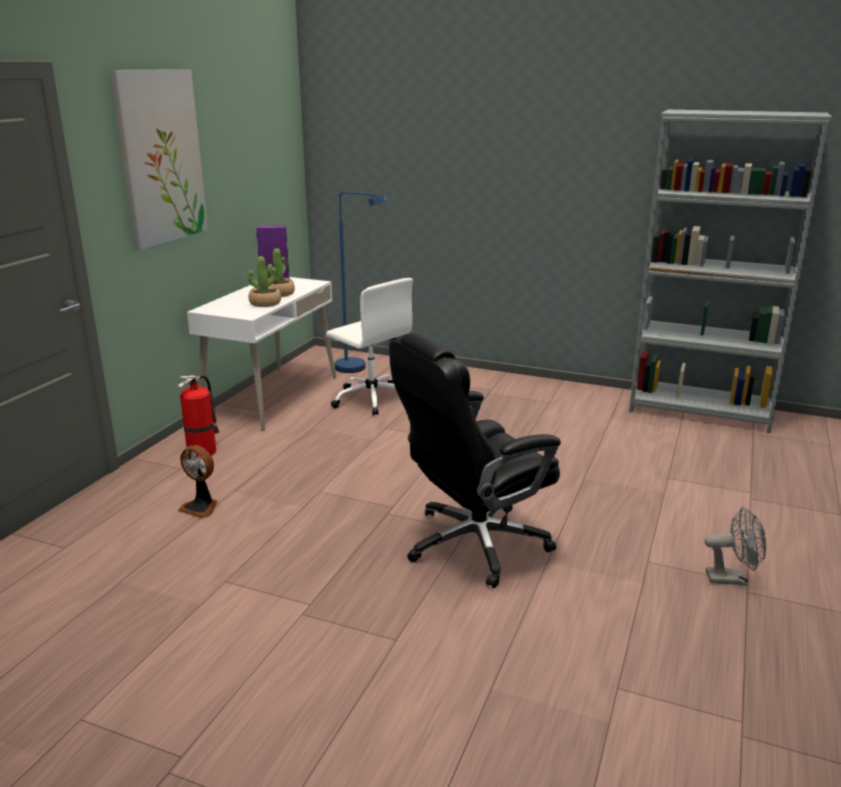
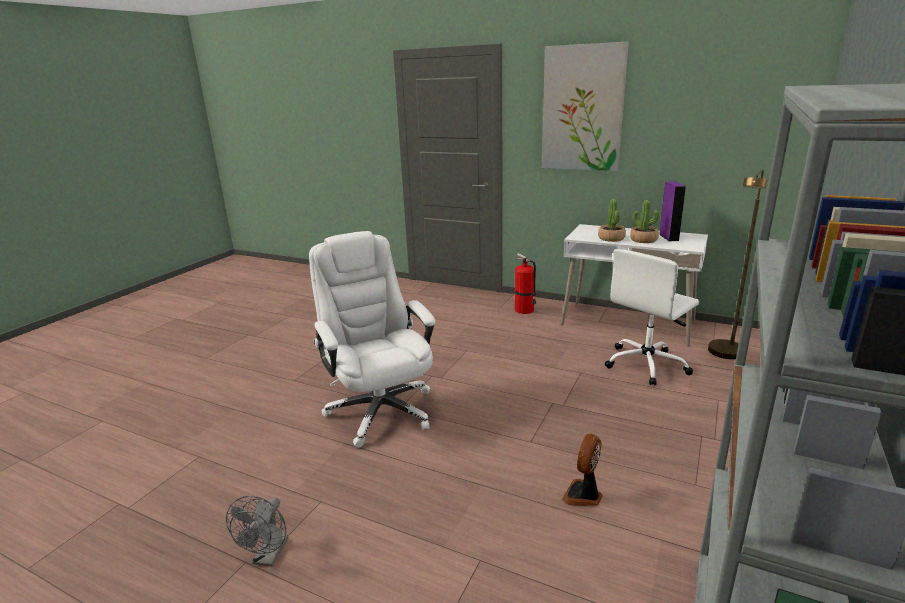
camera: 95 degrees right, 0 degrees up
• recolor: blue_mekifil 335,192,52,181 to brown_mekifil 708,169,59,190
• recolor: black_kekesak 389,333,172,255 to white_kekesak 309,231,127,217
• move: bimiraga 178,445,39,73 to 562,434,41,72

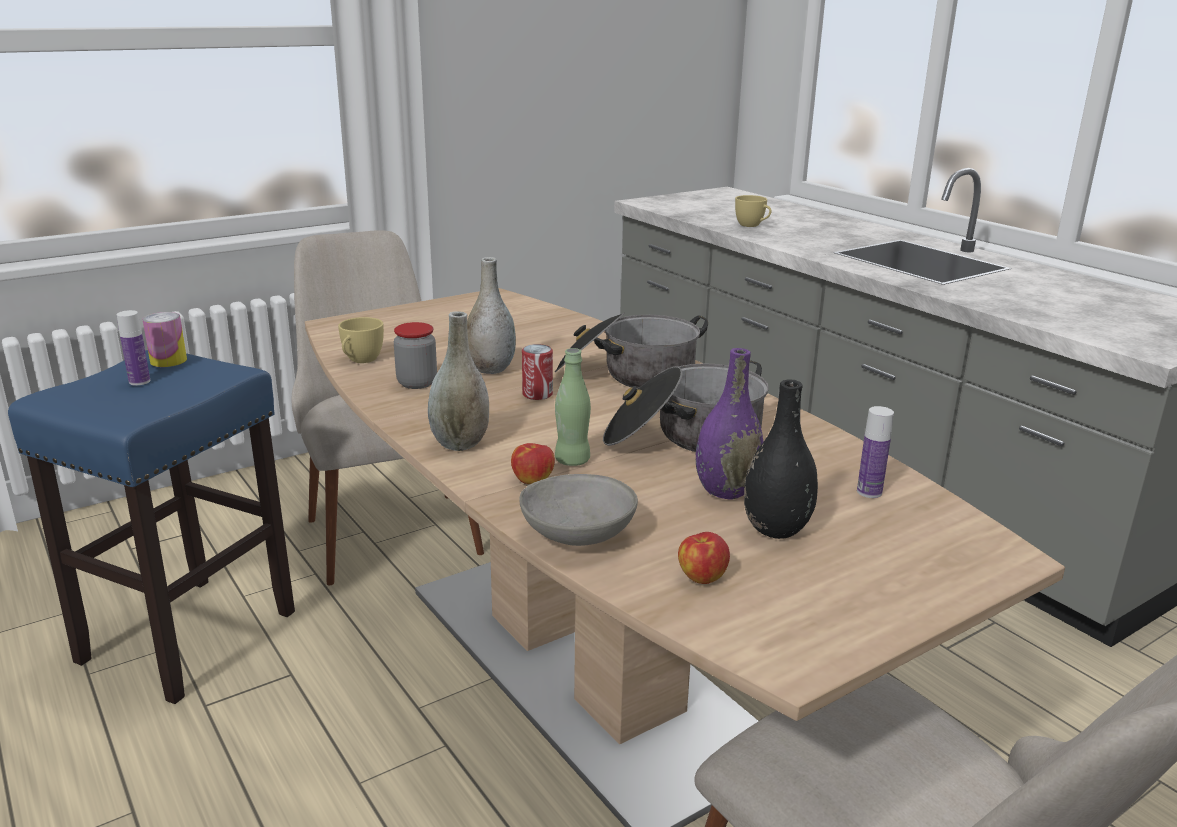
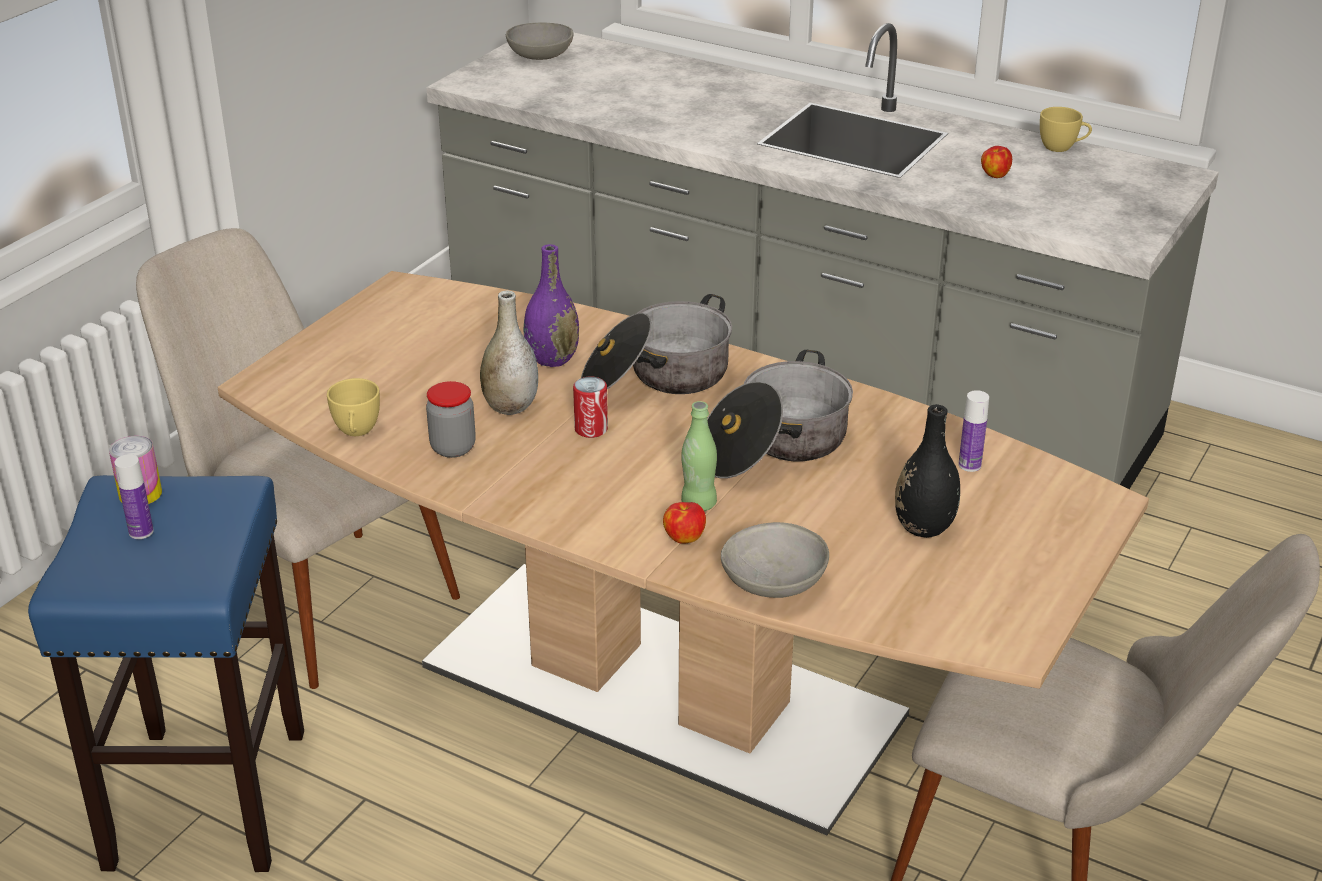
camera: 25 degrees left, 10 degrees up
• move: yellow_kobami 735,195,37,32 to 1040,107,52,45
• delete: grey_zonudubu 428,311,61,140
• move: purple_zonudubu 696,348,67,152 to 524,244,55,123
• move: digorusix 678,532,52,52 to 981,146,31,32
• insert: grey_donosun 506,23,68,37

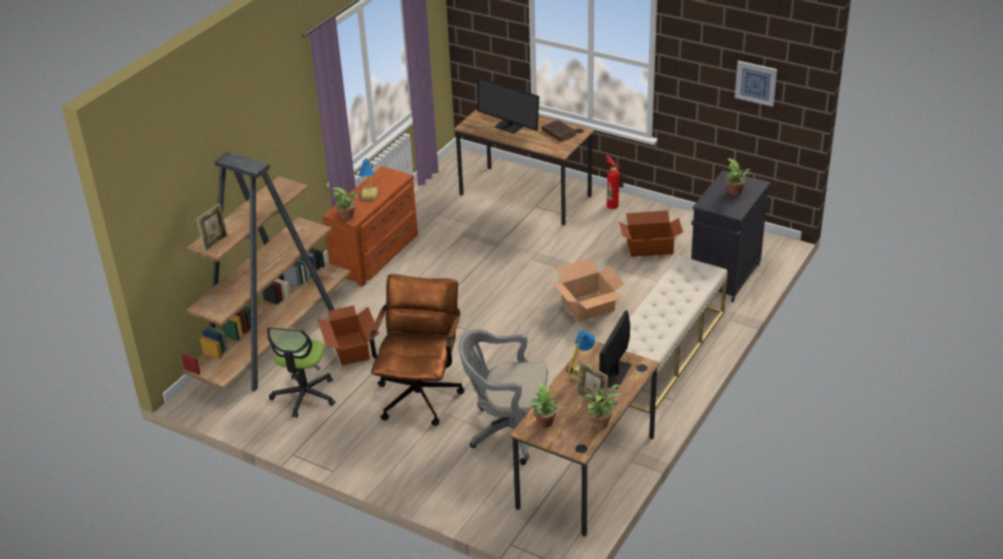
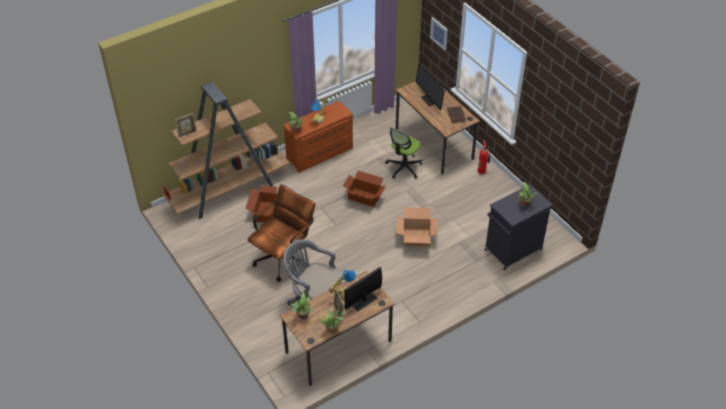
camera: 25 degrees right, 10 degrees up
• move: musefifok 735,61,42,46 to 430,17,18,33
• move: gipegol 619,211,64,46 to 343,171,43,36
• delete: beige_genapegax 626,255,101,159
• move: kekesak 267,327,69,91 to 385,128,37,51

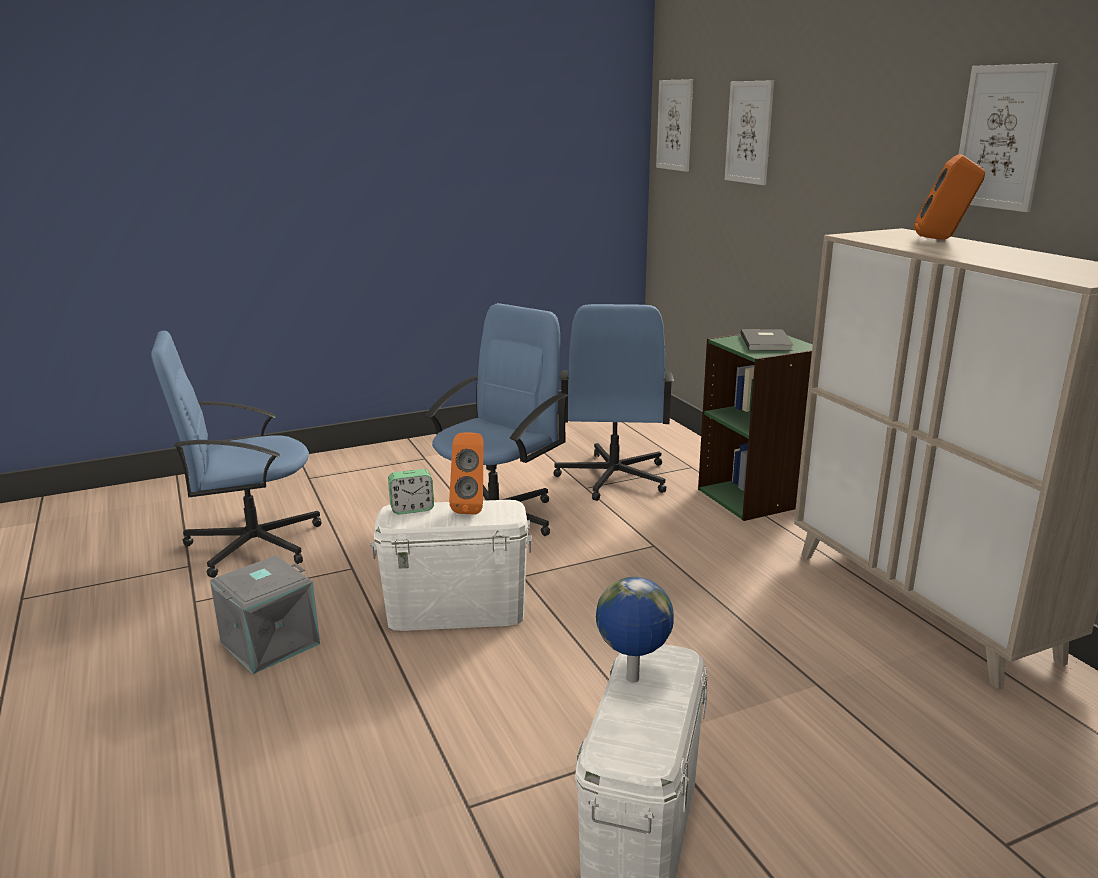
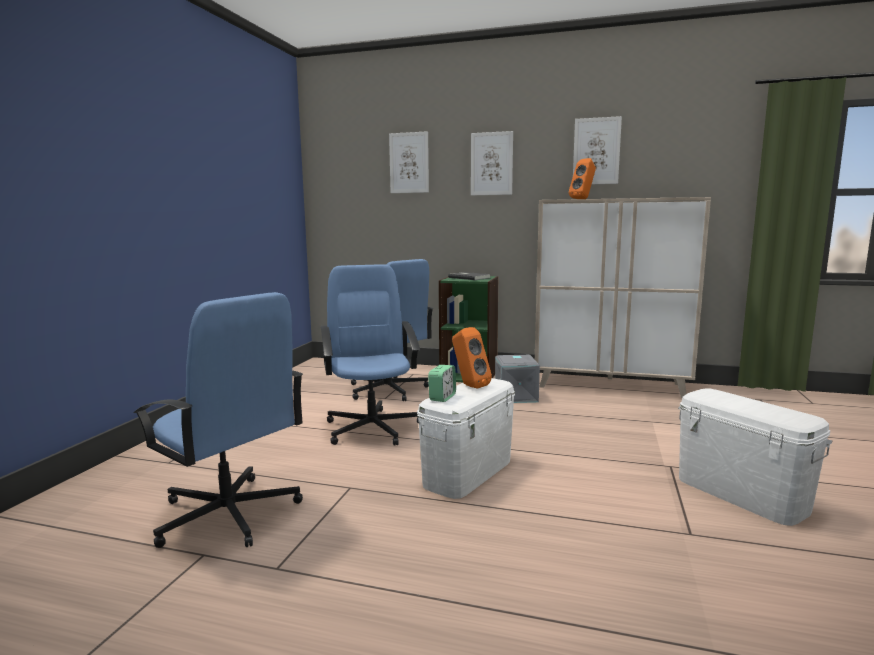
camera: 50 degrees left, 10 degrees down
• move: musefifok 656,79,37,93 to 471,131,42,64
• rotate: blue_kekesak 151,331,171,247 = 133,292,170,256 75 degrees counterclockwise
• move: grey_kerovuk 210,555,110,119 to 495,355,45,48
• delete: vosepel 596,577,78,106

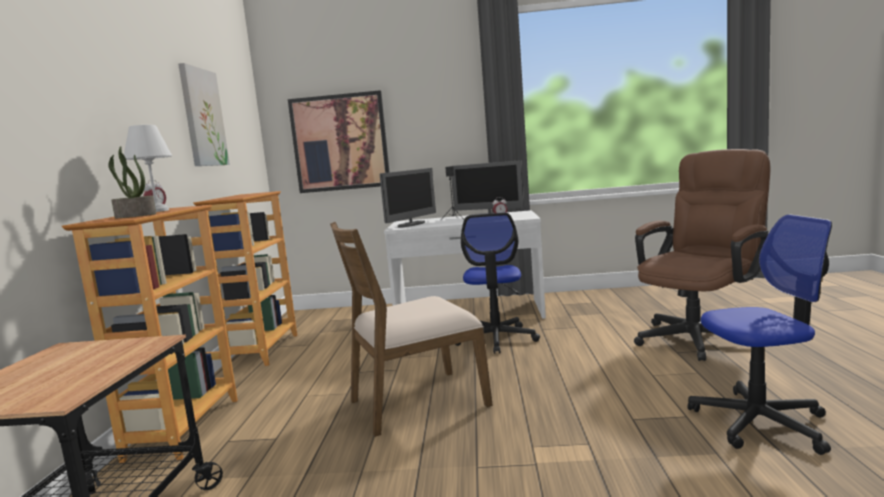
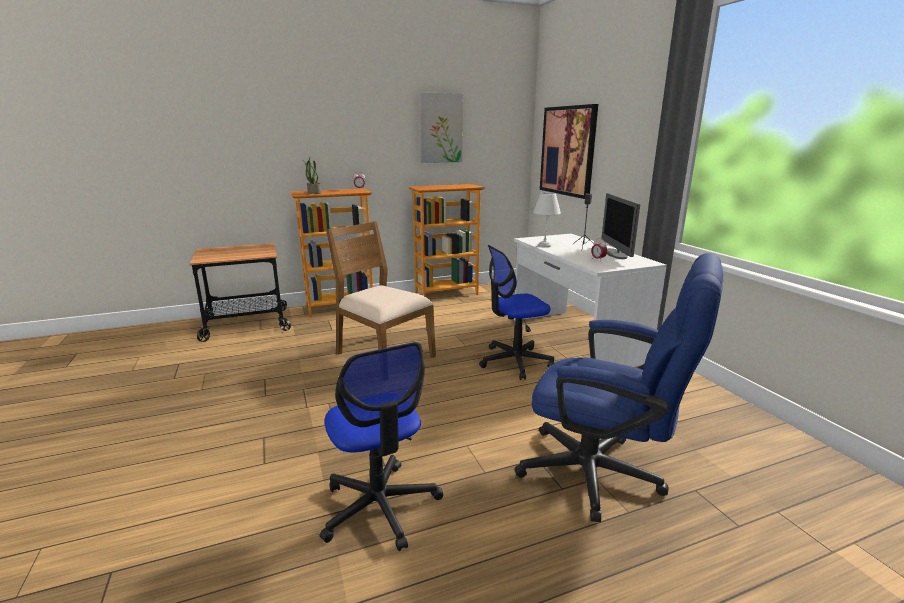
camera: 65 degrees right, 10 degrees up
• move: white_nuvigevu 124,125,48,87 to 533,192,28,56
• recolor: brown_kekesak 634,149,136,212 to blue_kekesak 515,253,209,270
• delete: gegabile 380,168,56,60

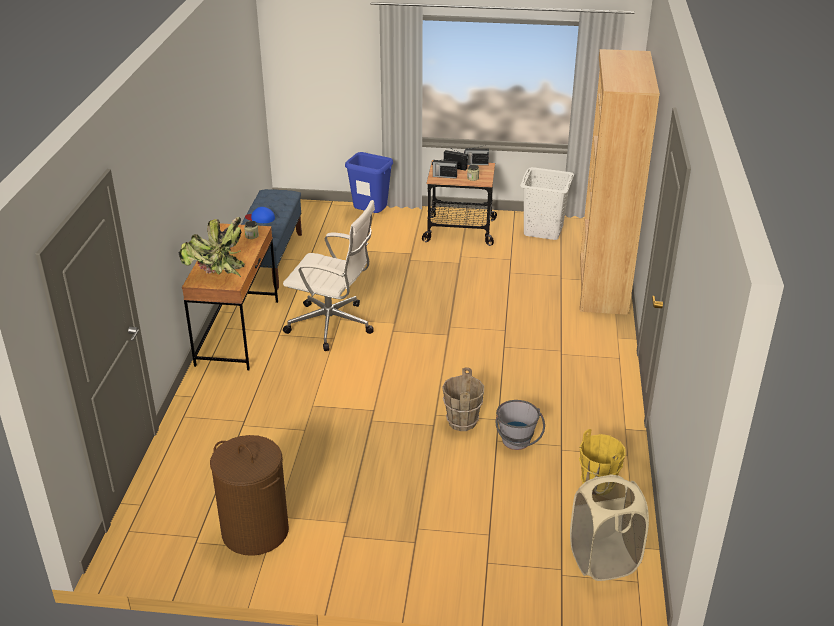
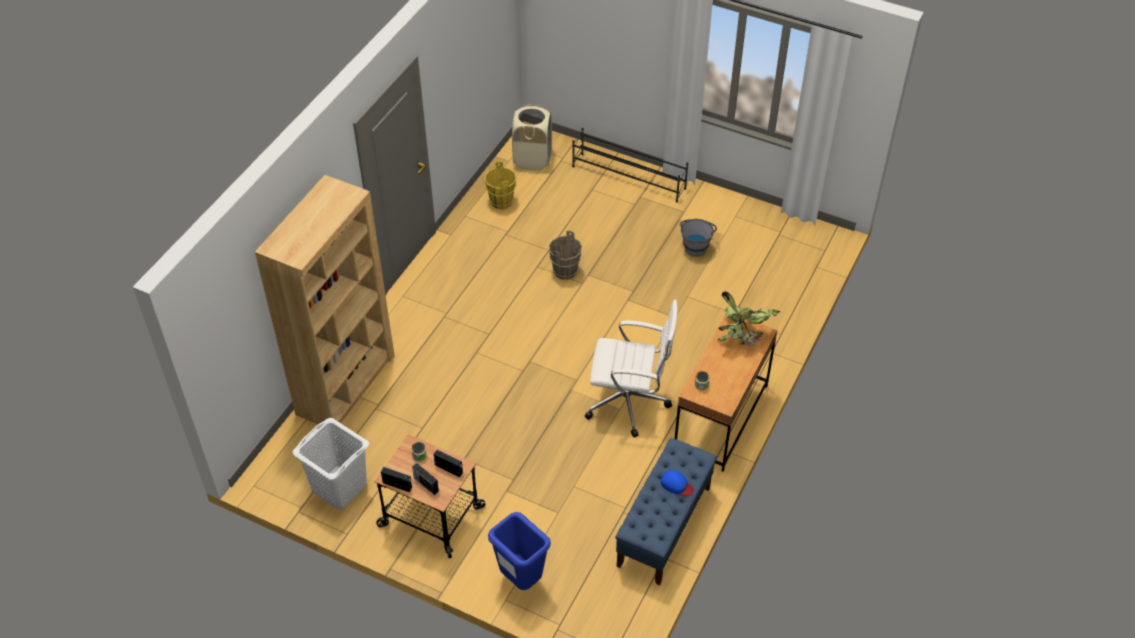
camera: 160 degrees left, 15 degrees up
• rotate: white_kekesak 283,200,92,151 = 585,300,93,138 150 degrees clockwise
• move: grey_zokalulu 496,400,49,50 to 680,219,37,38
• delete: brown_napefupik 210,435,79,121
• insert: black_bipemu 572,128,116,74

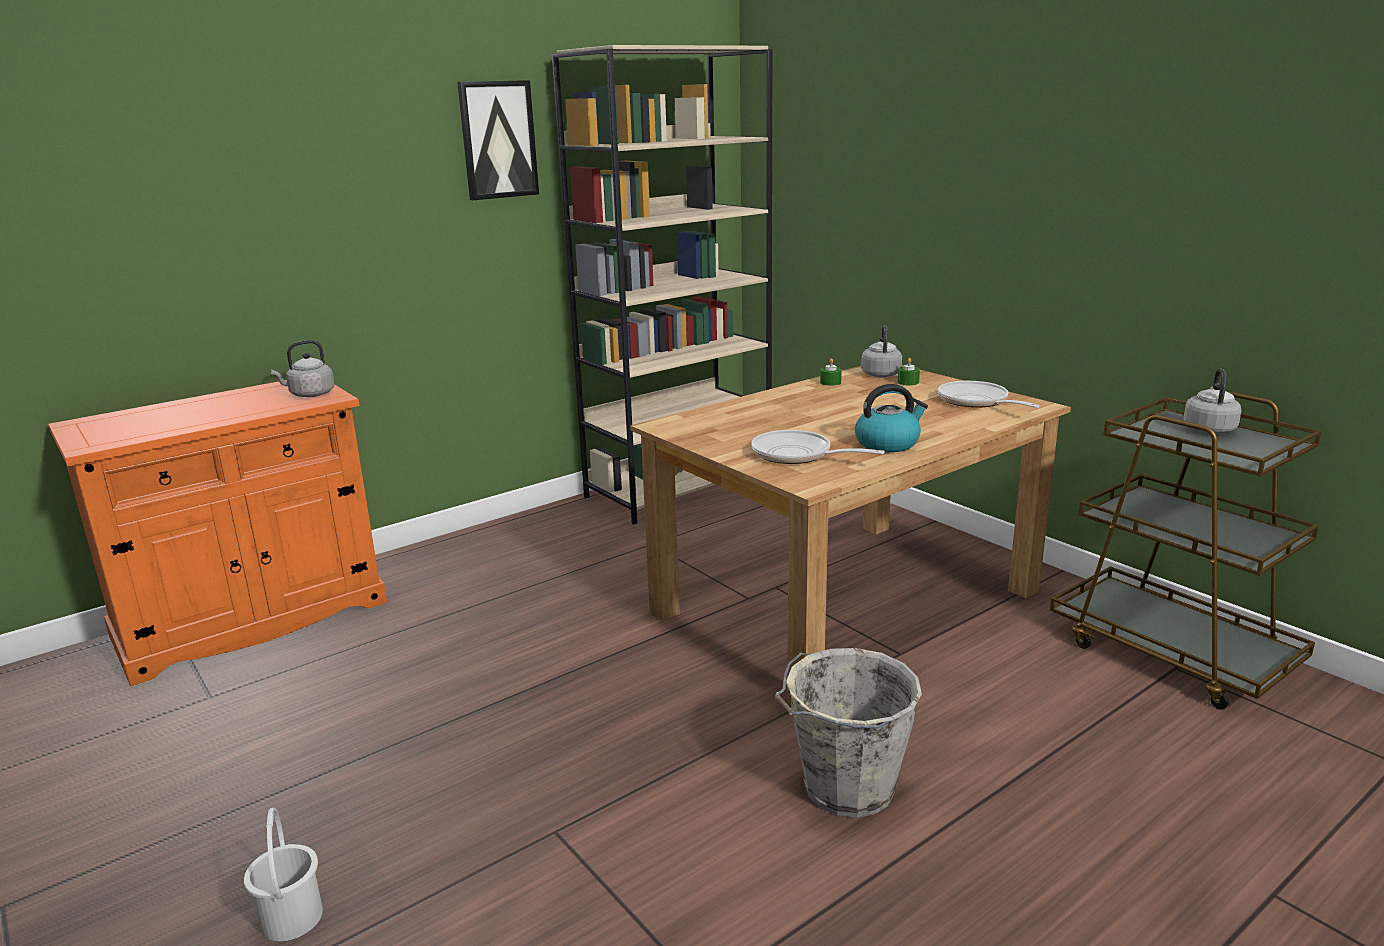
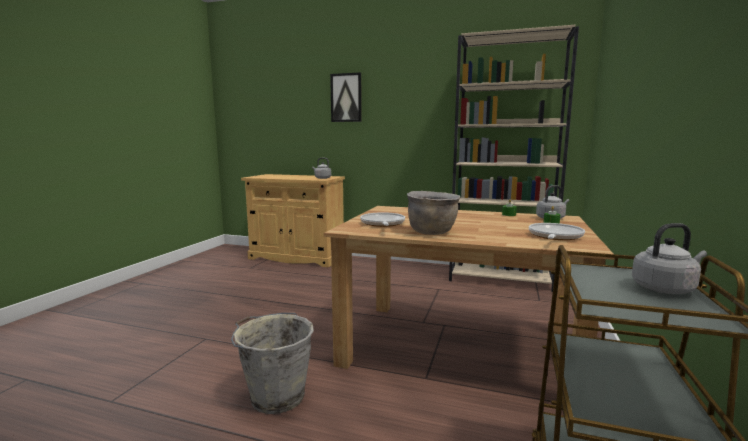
camera: 55 degrees right, 10 degrees down
• move: musefifok 457,80,82,120 to 330,72,32,50
• recolor: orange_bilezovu 48,380,339,306 to beige_bilezovu 241,174,104,94
• replace: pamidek 855,384,73,68 to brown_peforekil 407,191,53,44
• delete: white_zokalulu 244,808,79,133

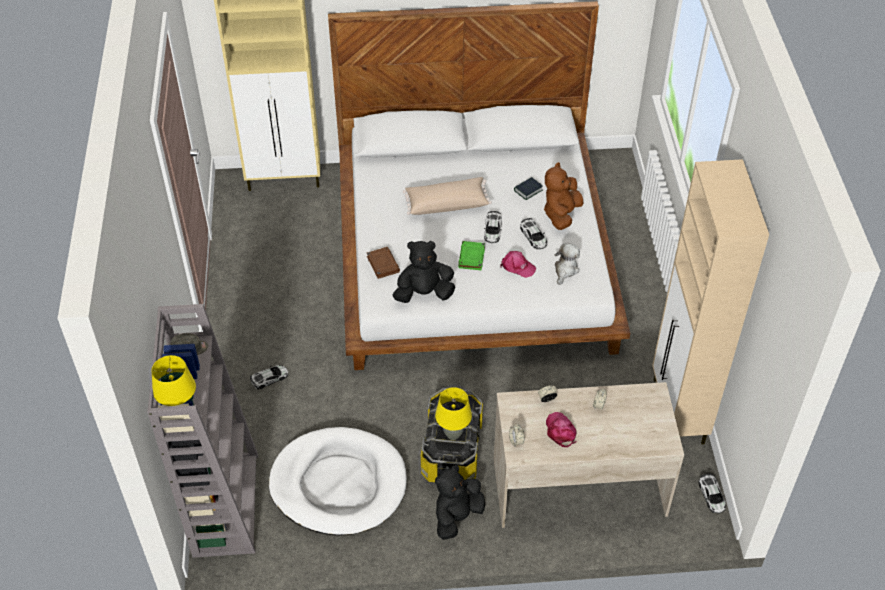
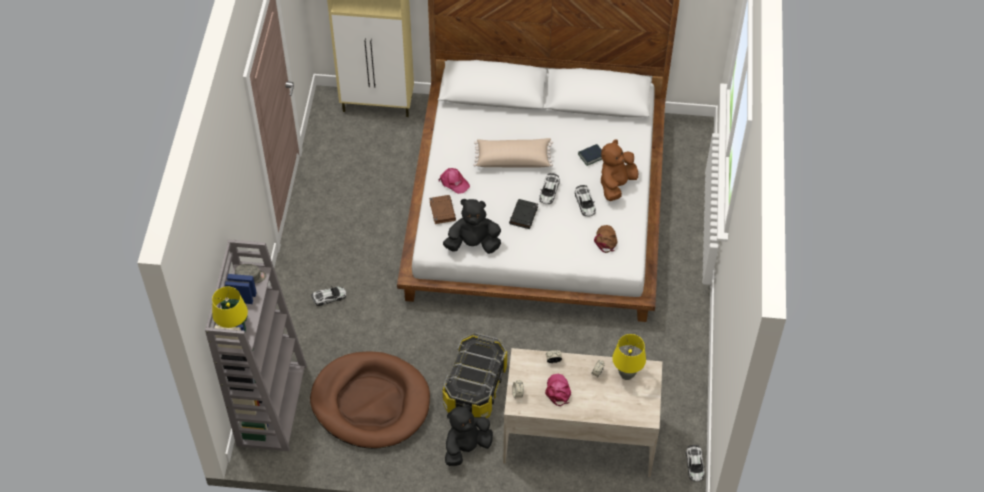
camera: 10 degrees right, 5 degrees up
• delete: beige_bilezovu 652,159,117,285
• recolor: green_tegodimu 458,241,27,29 to black_tegodimu 509,199,29,30
• replace: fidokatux 554,243,26,42 to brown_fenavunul 594,225,24,28
• move: pink_fenavunul 500,251,37,27 to 439,168,31,26
• move: yellow_nuvigevu 435,387,37,53 to 612,334,34,46
• recolor: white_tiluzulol 269,427,138,109 to brown_tiluzulol 310,351,120,98

